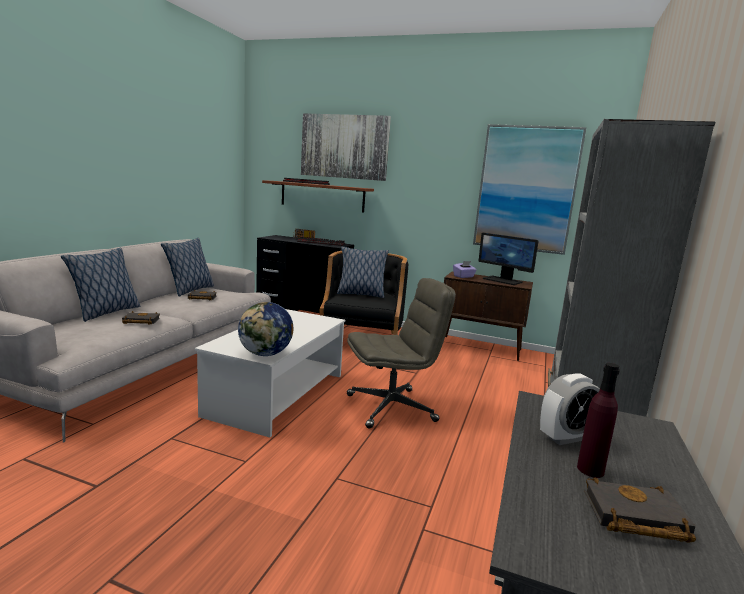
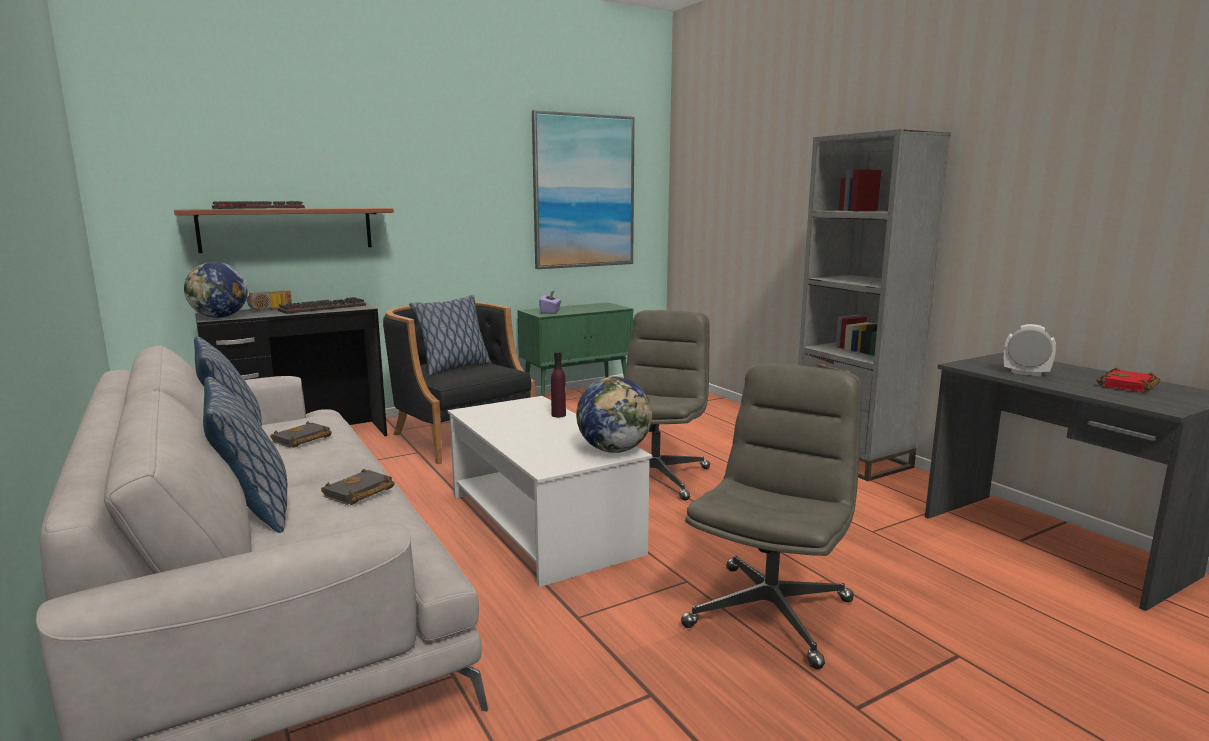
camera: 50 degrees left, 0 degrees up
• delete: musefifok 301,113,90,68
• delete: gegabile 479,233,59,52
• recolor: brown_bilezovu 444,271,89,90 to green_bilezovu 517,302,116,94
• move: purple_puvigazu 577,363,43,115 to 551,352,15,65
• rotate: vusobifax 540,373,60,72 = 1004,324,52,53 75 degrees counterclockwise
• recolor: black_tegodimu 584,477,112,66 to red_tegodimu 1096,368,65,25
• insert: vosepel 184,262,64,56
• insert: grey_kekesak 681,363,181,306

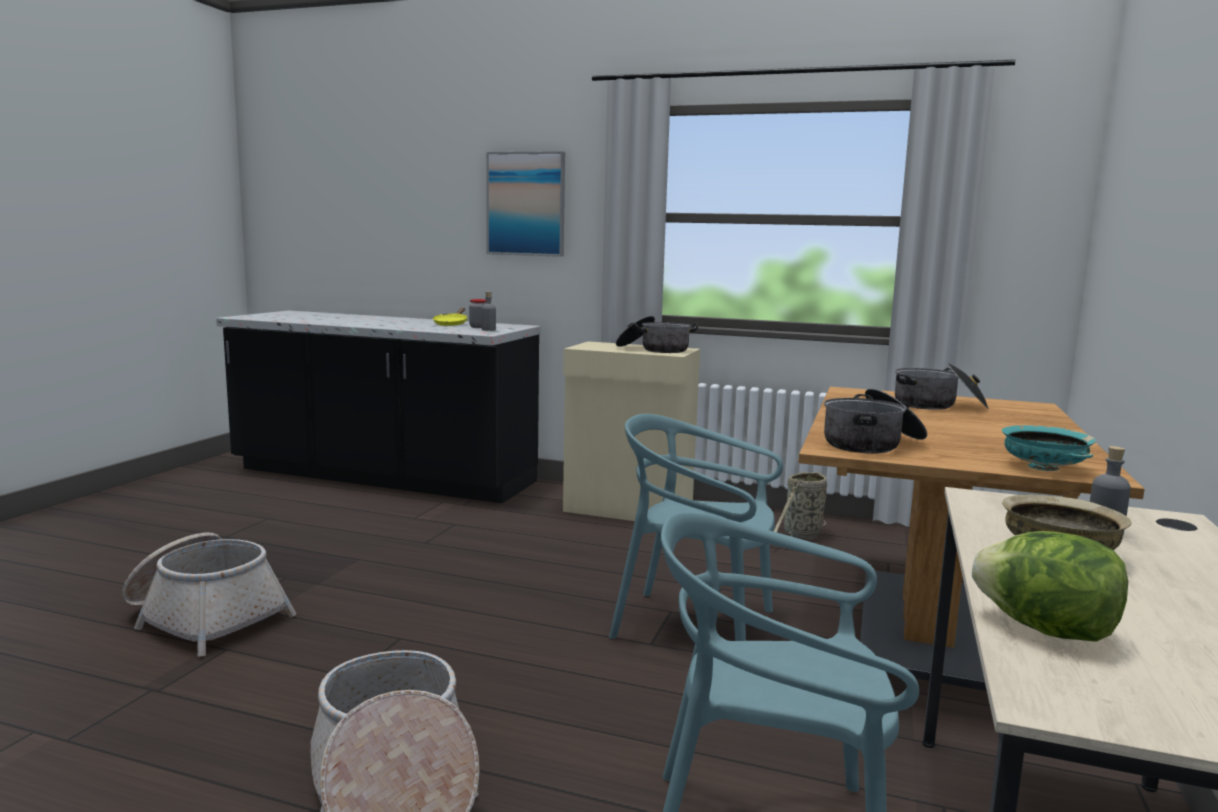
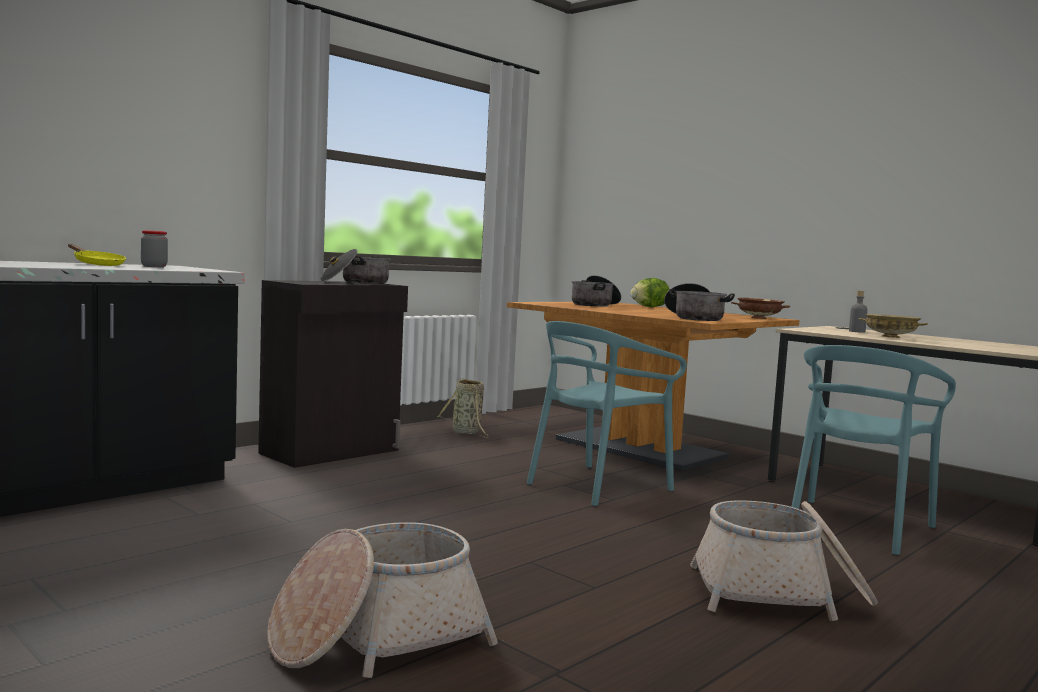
camera: 65 degrees left, 5 degrees down
• delete: musefifok 486,151,79,106
• delete: grey_puvigazu 481,292,15,39
• recolor: beige_bilezovu 563,341,137,180 to black_bilezovu 258,280,150,188
• recolor: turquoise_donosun 1002,425,94,46 to brown_donosun 731,298,59,21
• move: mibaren 972,531,156,111 to 630,278,40,29

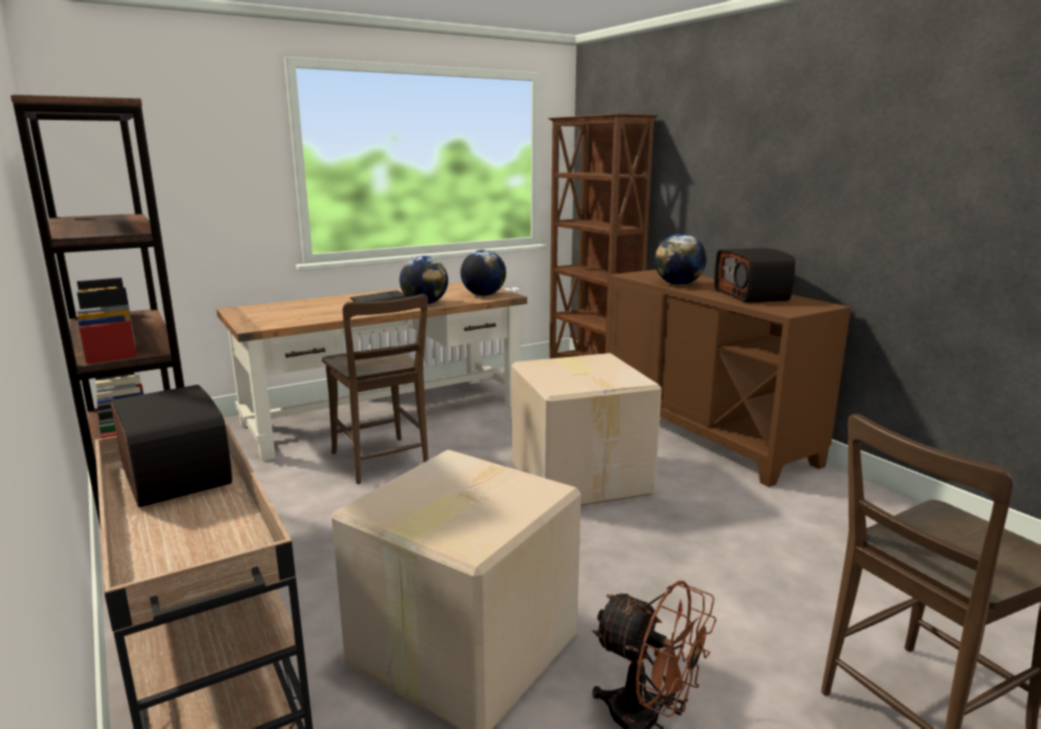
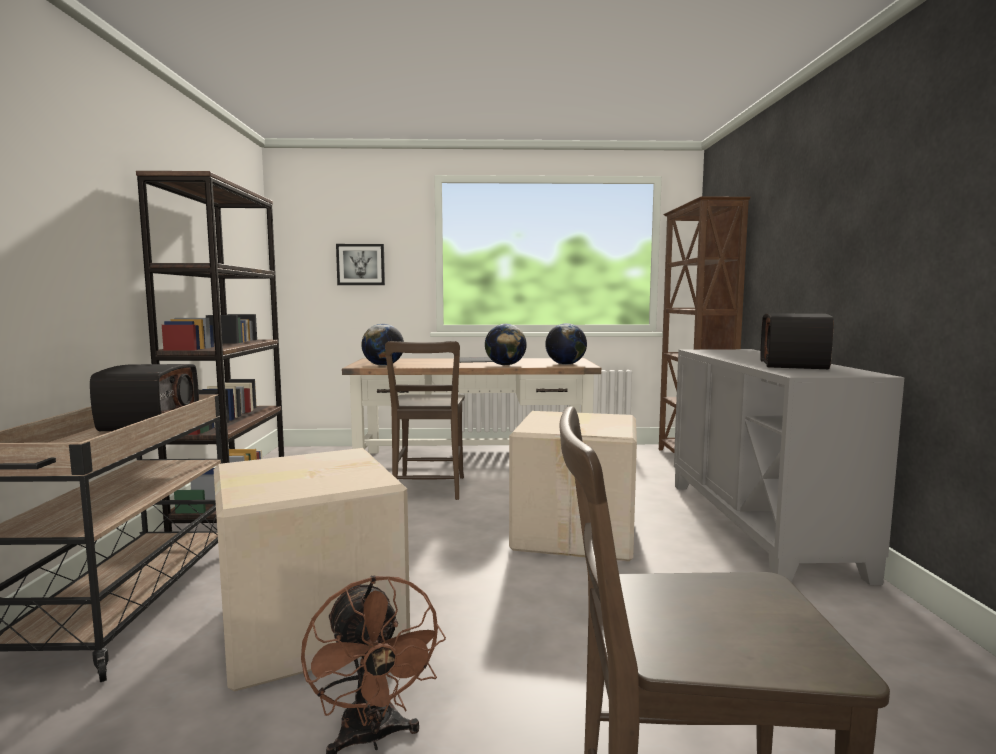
camera: 30 degrees right, 10 degrees down
• move: vosepel 655,234,52,51 to 361,324,43,42
• recolor: brown_bilezovu 606,269,245,218 to grey_bilezovu 674,349,231,236
• insert: musefifok 336,244,49,41

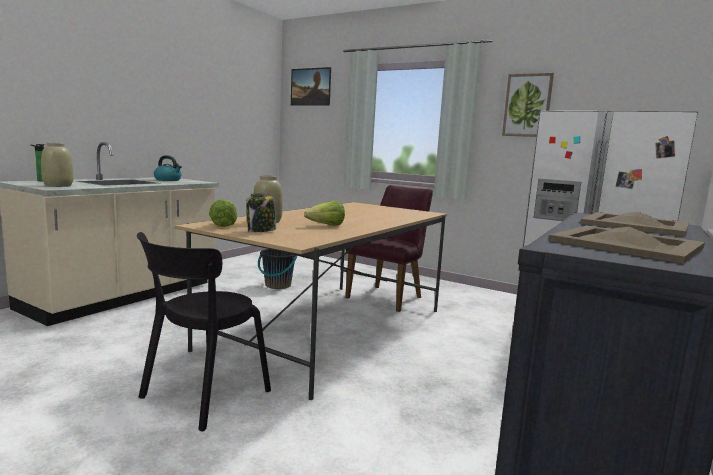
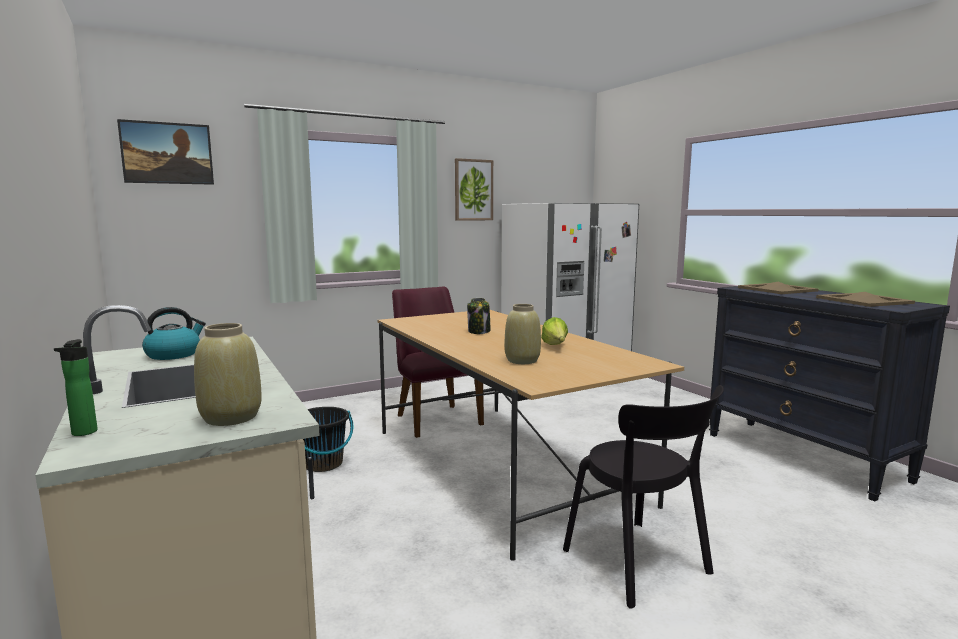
camera: 60 degrees left, 0 degrees up
• move: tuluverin 246,193,30,39 to 467,298,24,36
• delete: mibaren 209,199,28,28

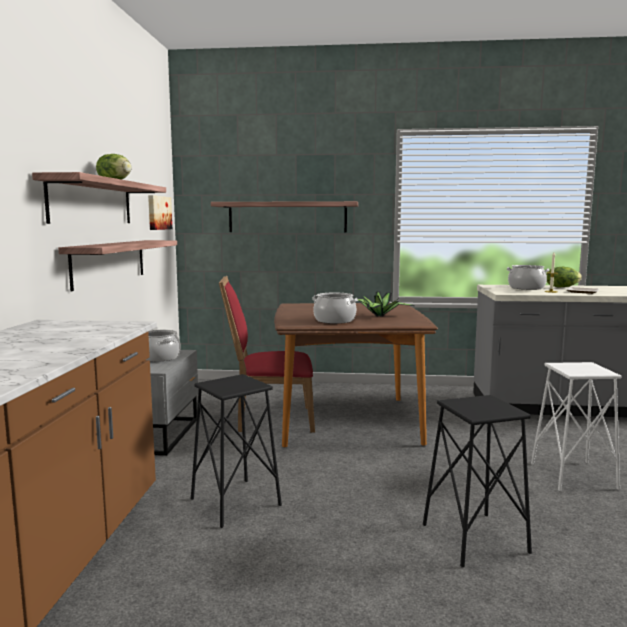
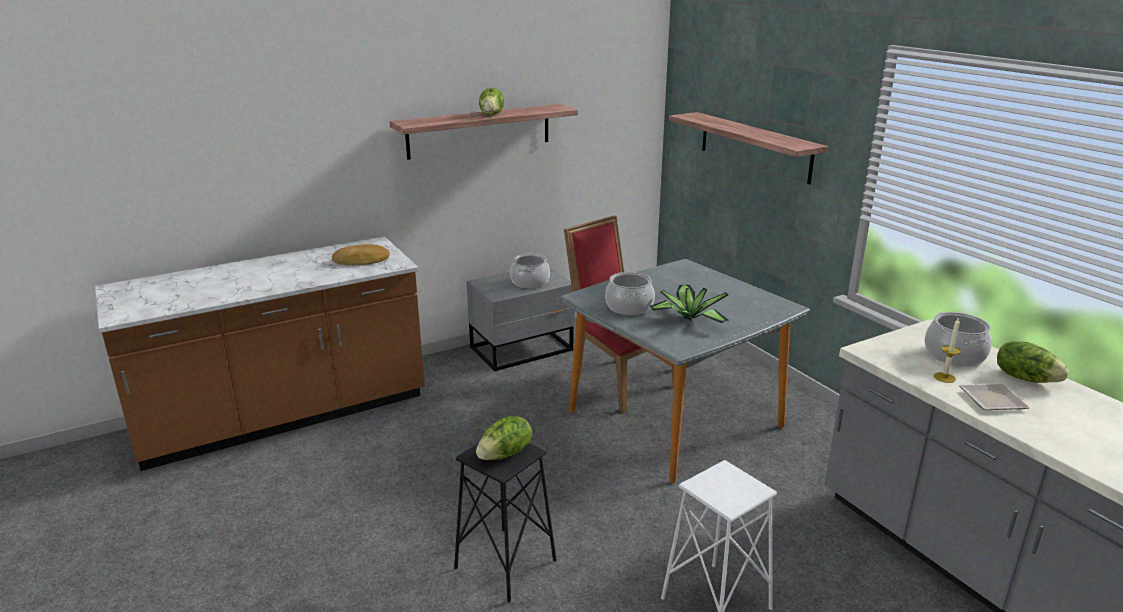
camera: 55 degrees right, 15 degrees up
• delete: musefifok 148,195,24,35
• delete: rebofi 58,240,119,51
• recolor: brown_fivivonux 274,303,164,145 to grey_fivivonux 559,259,251,224
• delete: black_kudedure 191,374,91,154
• insert: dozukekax 332,244,58,22
• insert: mibaren 476,416,56,44

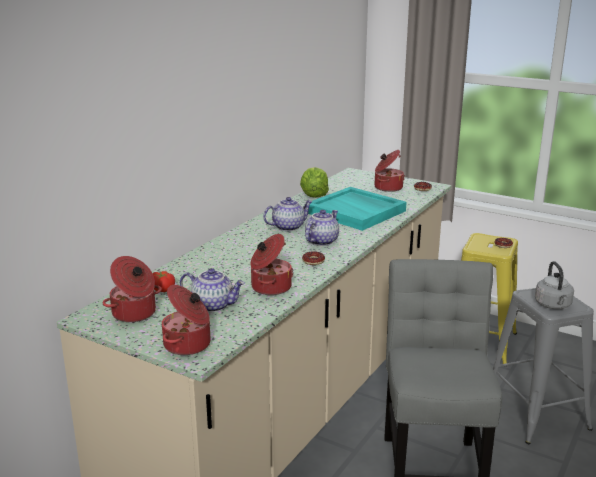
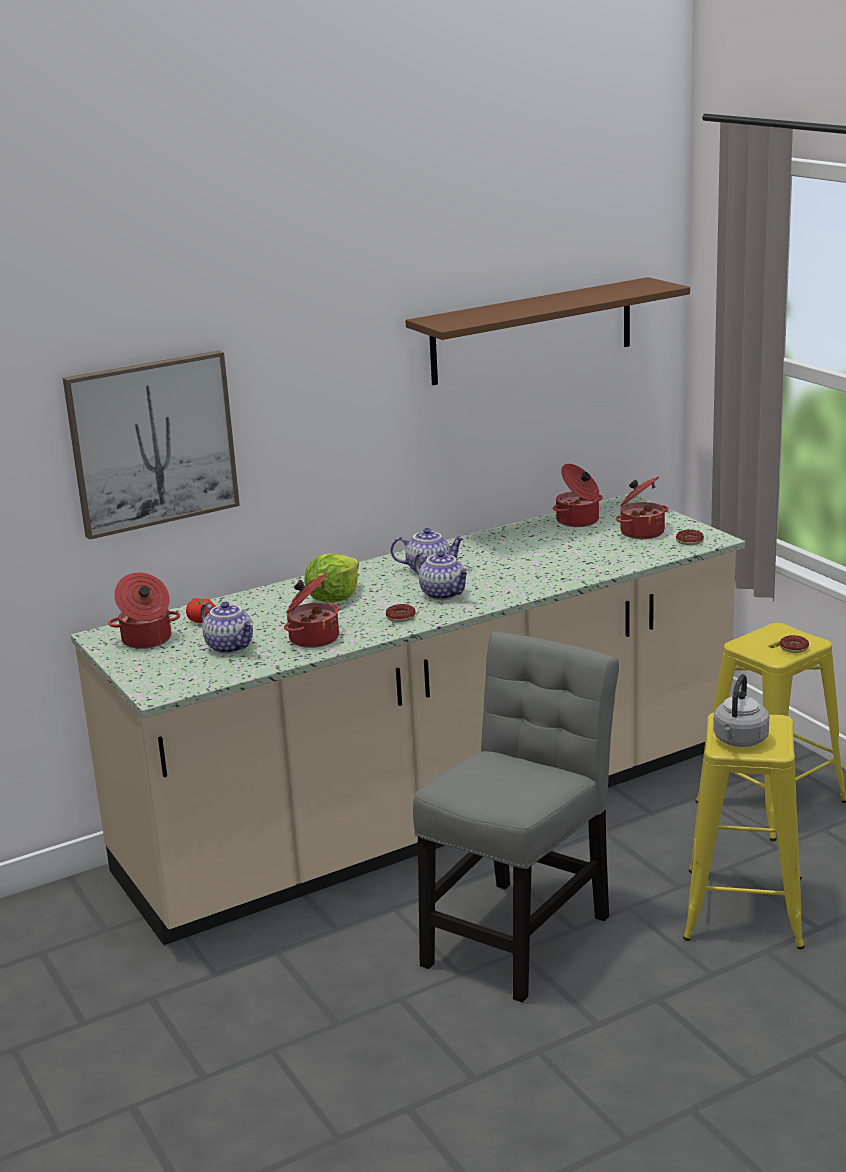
camera: 30 degrees right, 0 degrees up
• move: mibaren 300,167,29,31 to 304,554,55,48
• delete: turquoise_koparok 308,187,98,44
• rotate: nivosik 305,210,34,36 = 414,551,56,49 75 degrees clockwise
• move: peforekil 162,285,49,70 to 553,464,50,63
• recolor: grey_kudedure 493,288,101,156 to yellow_kudedure 683,713,122,236
• insert: brown_rebofi 405,277,285,108
• insert: musefifok 63,350,177,190

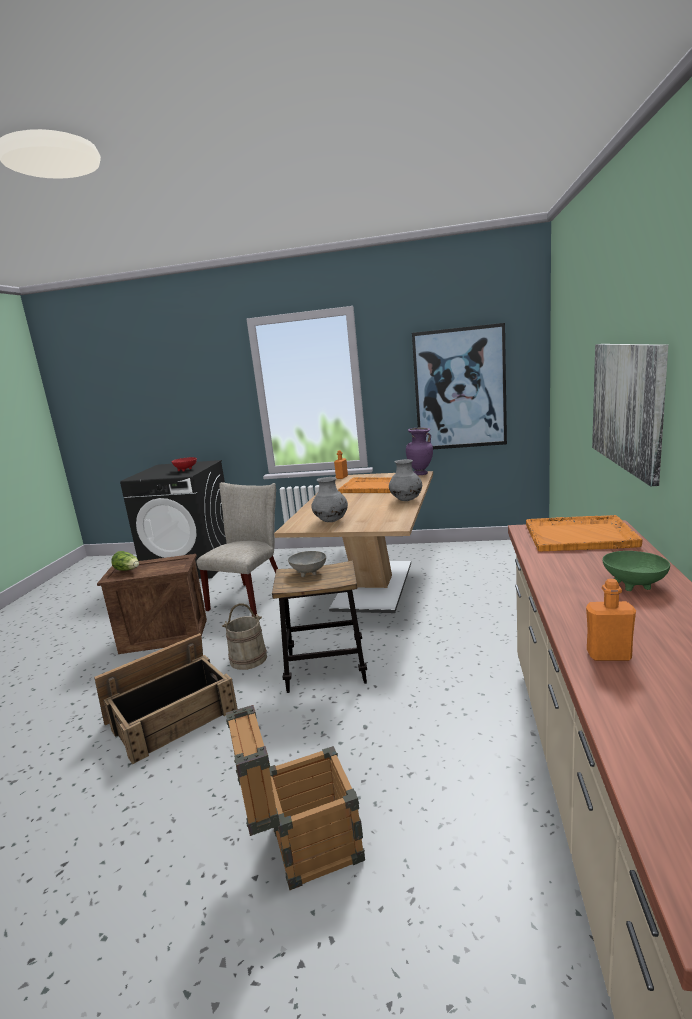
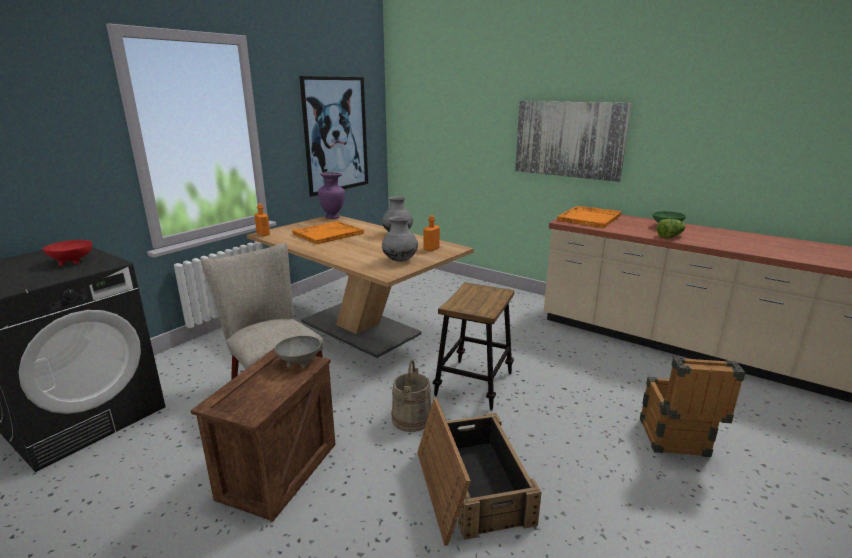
camera: 65 degrees left, 5 degrees up
• move: mibaren 111,551,28,20 to 656,219,30,19
• move: grey_donosun 288,551,38,26 to 275,336,46,32
• move: orange_puvigazu 586,579,50,82 to 423,215,17,37

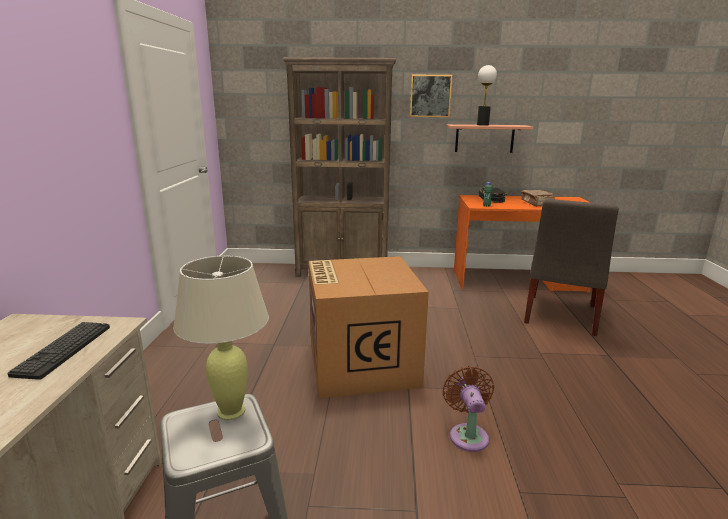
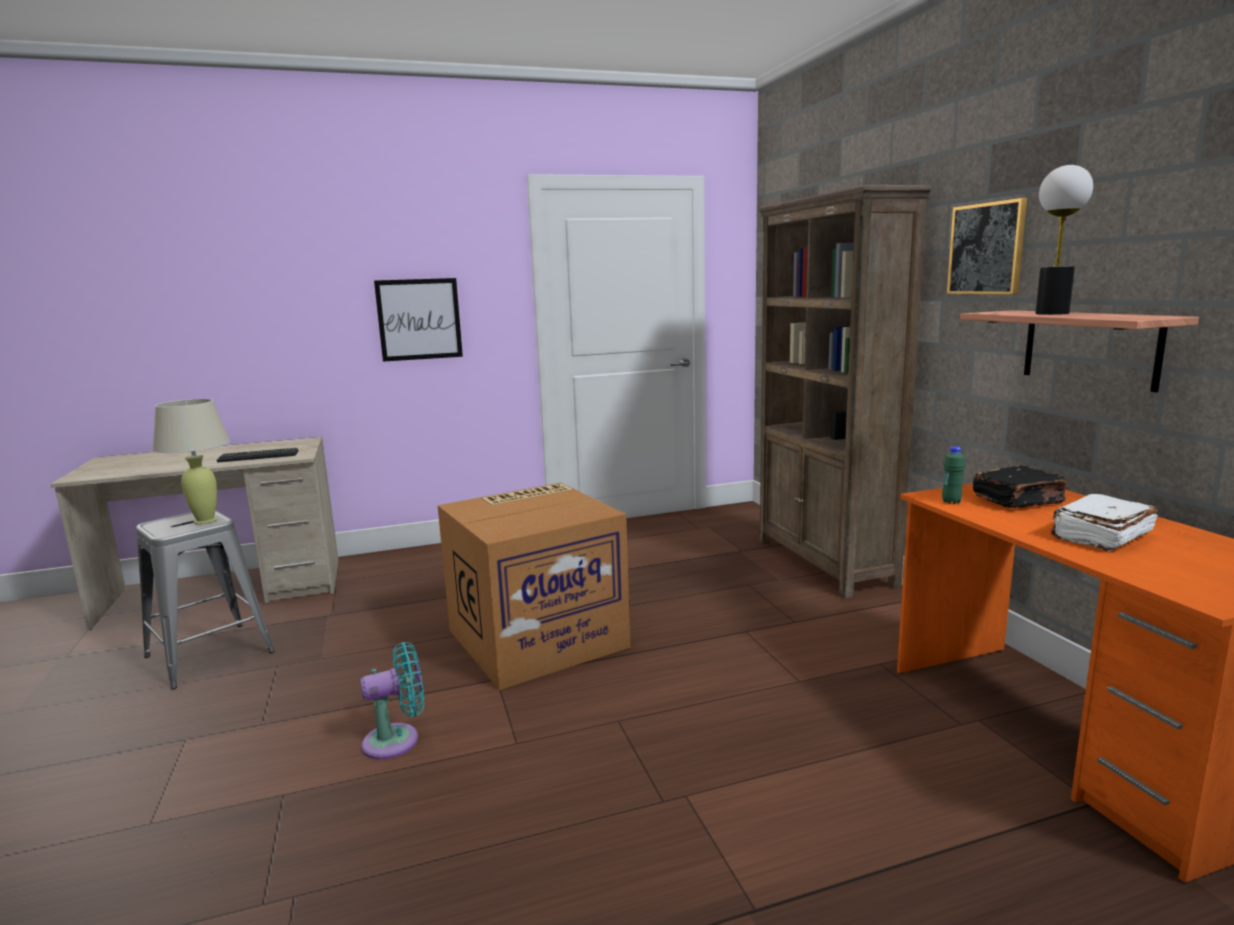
camera: 70 degrees right, 5 degrees down
• recolor: brown_tegodimu 521,190,34,16 to white_tegodimu 1051,494,107,58
• delete: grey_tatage 524,199,95,137
• recolor: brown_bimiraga 443,366,51,86 to turquoise_bimiraga 360,642,64,118
• insert: musefifok 374,278,89,84

